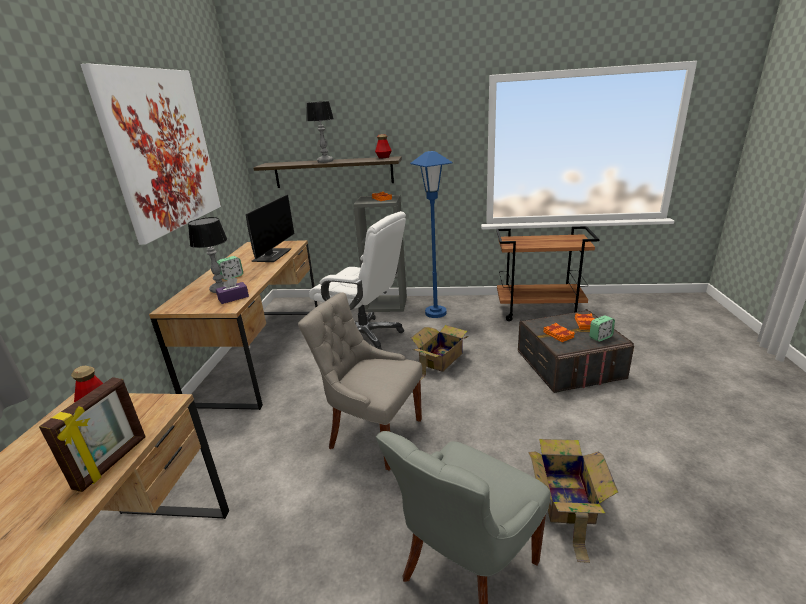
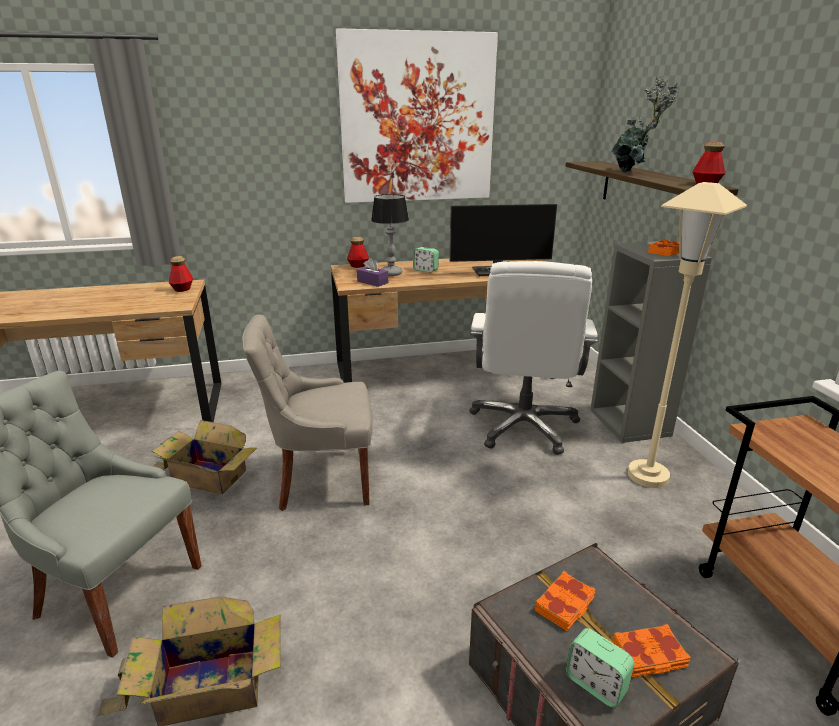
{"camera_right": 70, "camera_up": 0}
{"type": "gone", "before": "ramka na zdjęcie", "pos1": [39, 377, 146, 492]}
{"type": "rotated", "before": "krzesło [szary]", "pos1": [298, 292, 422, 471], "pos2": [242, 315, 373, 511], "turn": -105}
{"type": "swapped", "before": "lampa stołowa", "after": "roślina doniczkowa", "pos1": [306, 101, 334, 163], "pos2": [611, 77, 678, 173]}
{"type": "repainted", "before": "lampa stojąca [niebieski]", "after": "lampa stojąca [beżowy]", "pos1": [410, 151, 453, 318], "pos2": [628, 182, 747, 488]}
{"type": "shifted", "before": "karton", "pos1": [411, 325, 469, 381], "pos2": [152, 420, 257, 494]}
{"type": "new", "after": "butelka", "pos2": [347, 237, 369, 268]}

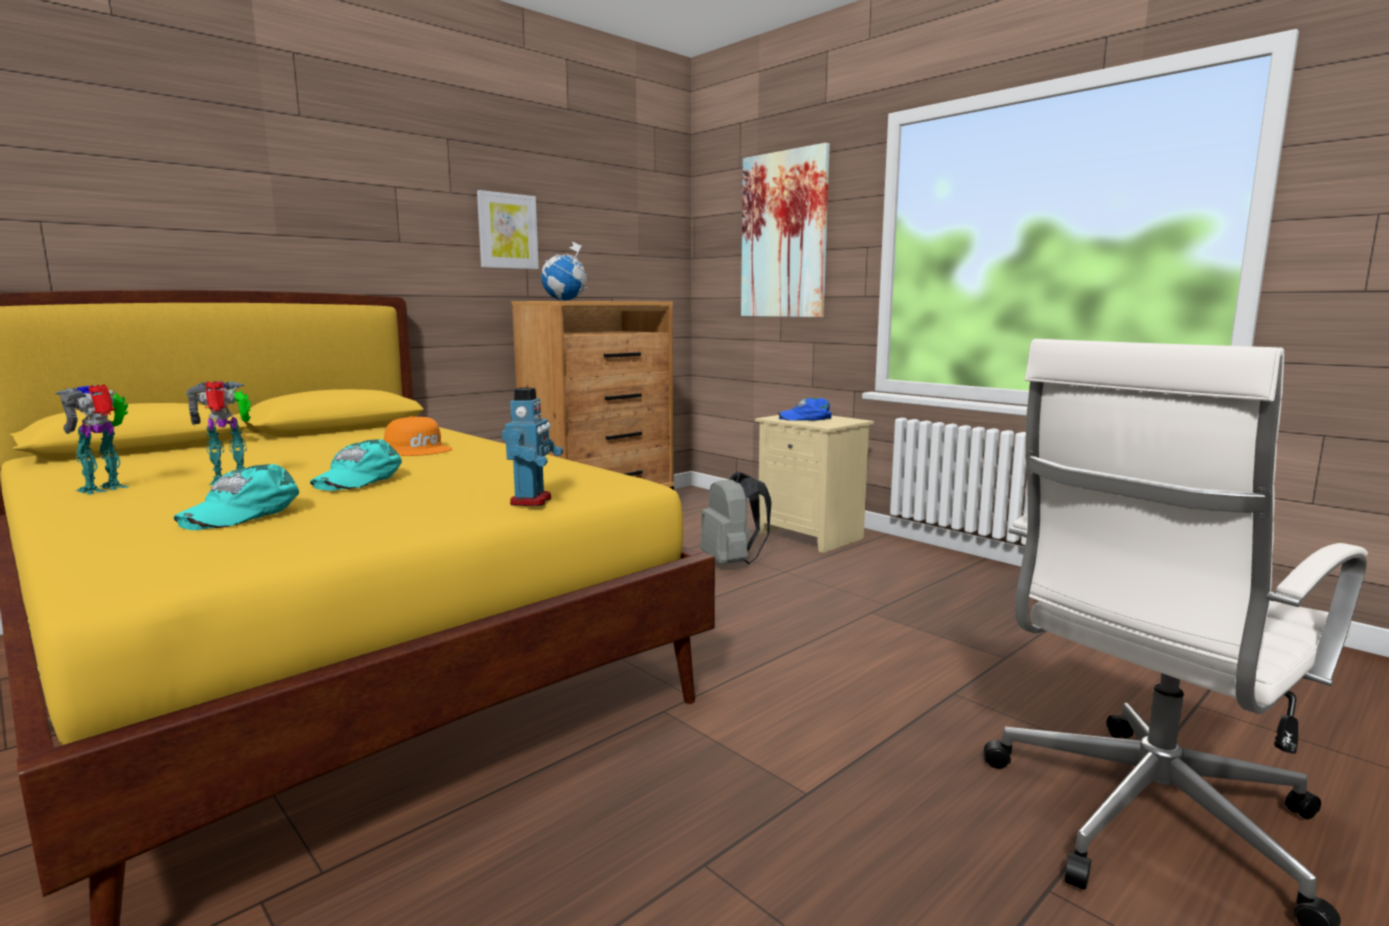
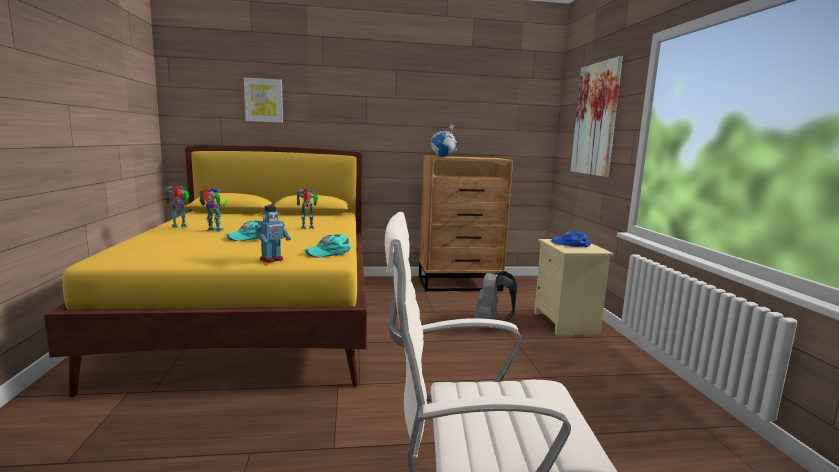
{"camera_right": 35, "camera_up": 0}
{"type": "shifted", "before": "czapka z daszkiem [turkusowy]", "pos1": [174, 464, 299, 530], "pos2": [304, 234, 352, 257]}
{"type": "swapped", "before": "czapka z daszkiem [pomarańczowy]", "after": "robot zabawkowy", "pos1": [384, 416, 452, 456], "pos2": [296, 189, 318, 229]}
{"type": "shifted", "before": "obraz", "pos1": [477, 190, 539, 269], "pos2": [244, 78, 283, 123]}

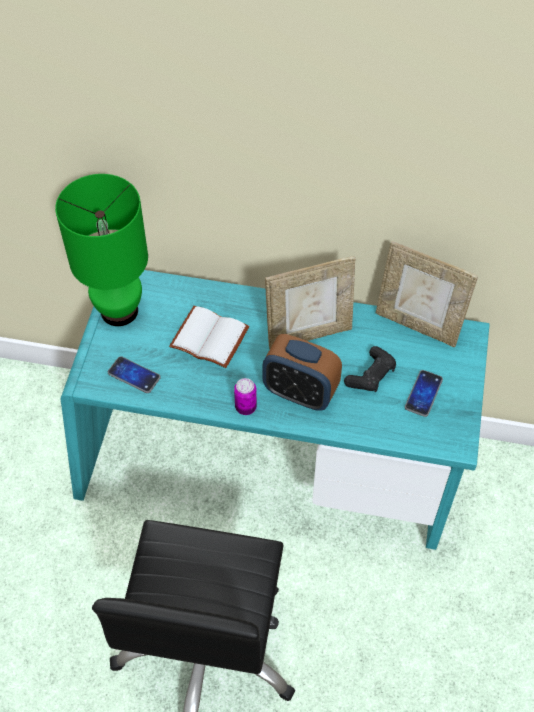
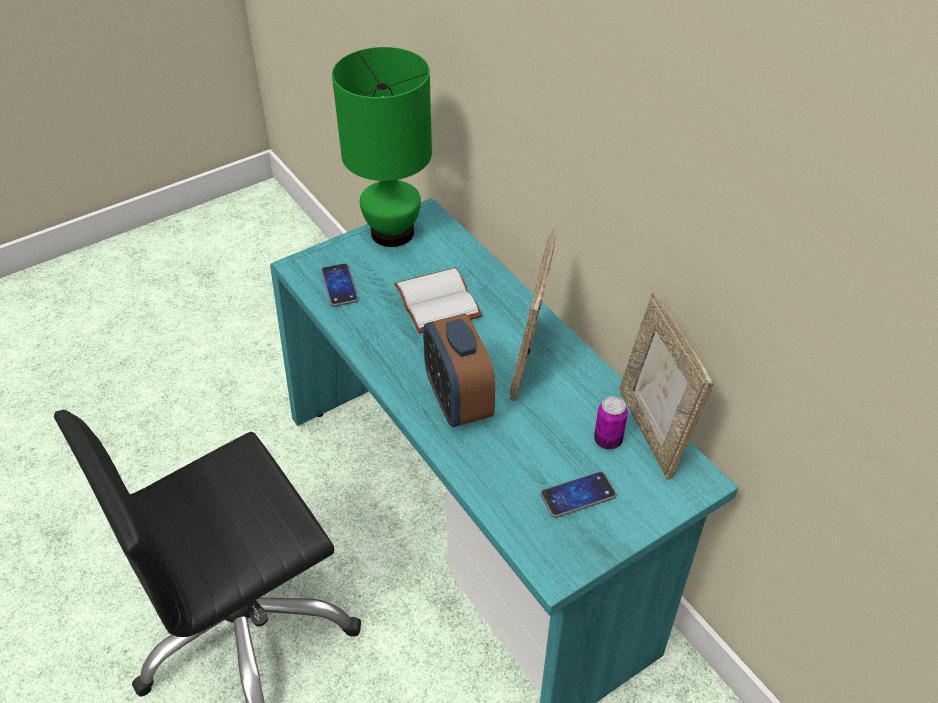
{"camera_right": 45, "camera_up": -10}
{"type": "shifted", "before": "puszka", "pos1": [234, 378, 257, 415], "pos2": [594, 396, 628, 450]}
{"type": "rotated", "before": "ramka na zdjęcie", "pos1": [265, 257, 355, 349], "pos2": [510, 229, 558, 401], "turn": 75}
{"type": "gone", "before": "pad do gier [czarny]", "pos1": [344, 346, 396, 392]}

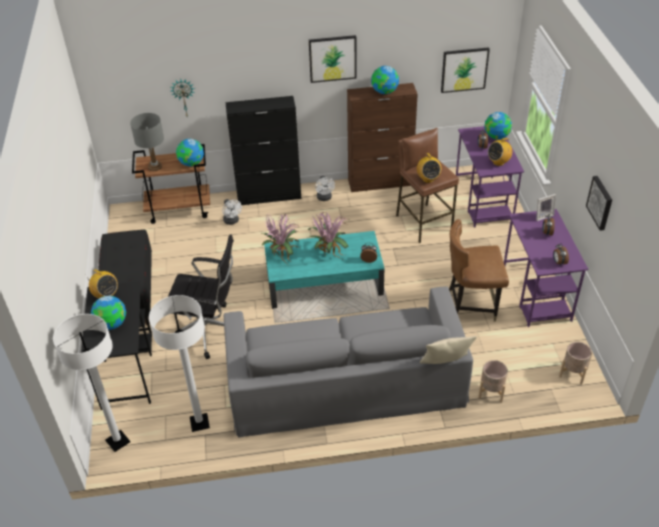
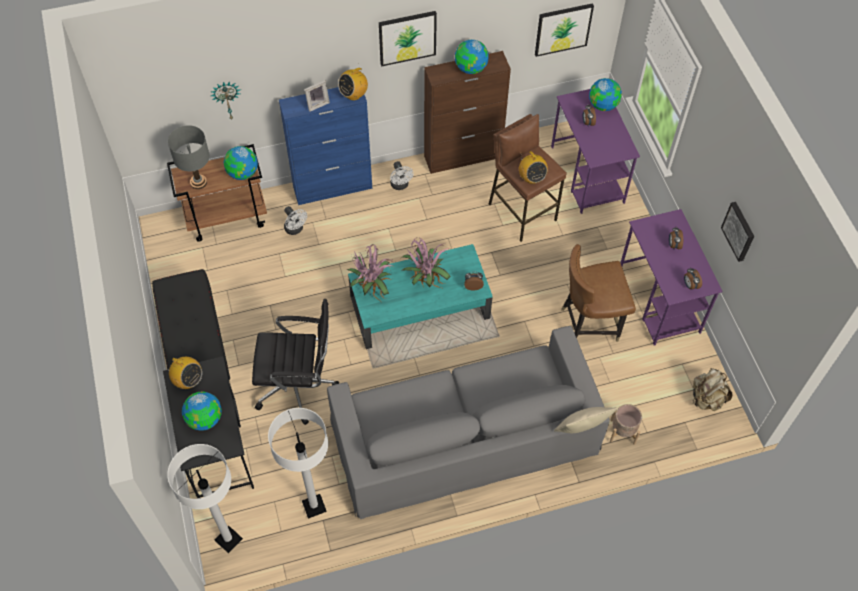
{"camera_right": -10, "camera_up": 15}
{"type": "repainted", "before": "szafka [czarny]", "after": "szafka [niebieski]", "pos1": [226, 96, 301, 205], "pos2": [279, 87, 372, 205]}
{"type": "shifted", "before": "radio", "pos1": [488, 138, 512, 166], "pos2": [338, 66, 368, 101]}
{"type": "shifted", "before": "ramka na zdjęcie", "pos1": [536, 194, 556, 221], "pos2": [304, 80, 330, 112]}
{"type": "swapped", "before": "donica [beżowy]", "after": "plecak [beżowy]", "pos1": [559, 342, 592, 385], "pos2": [692, 368, 733, 411]}

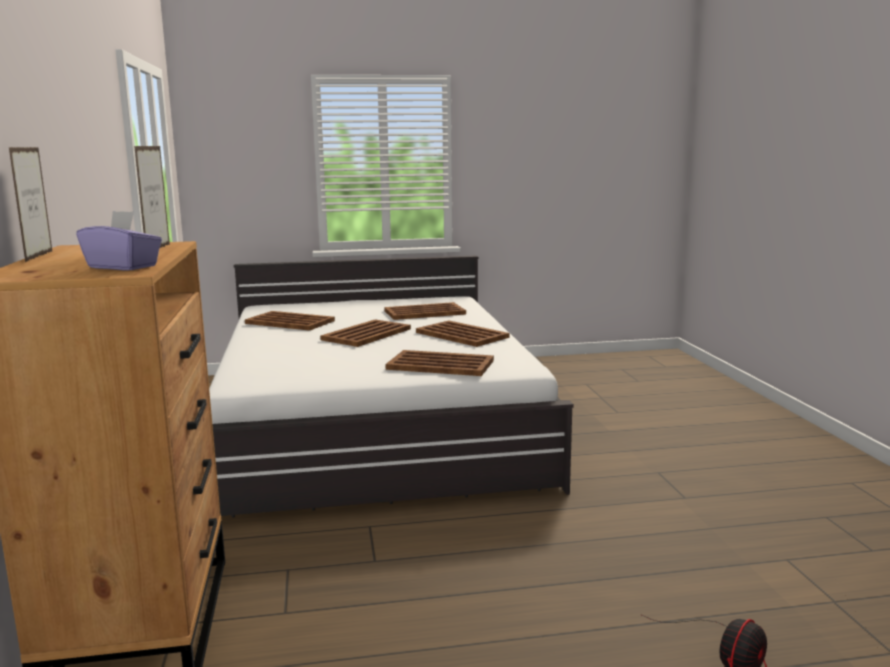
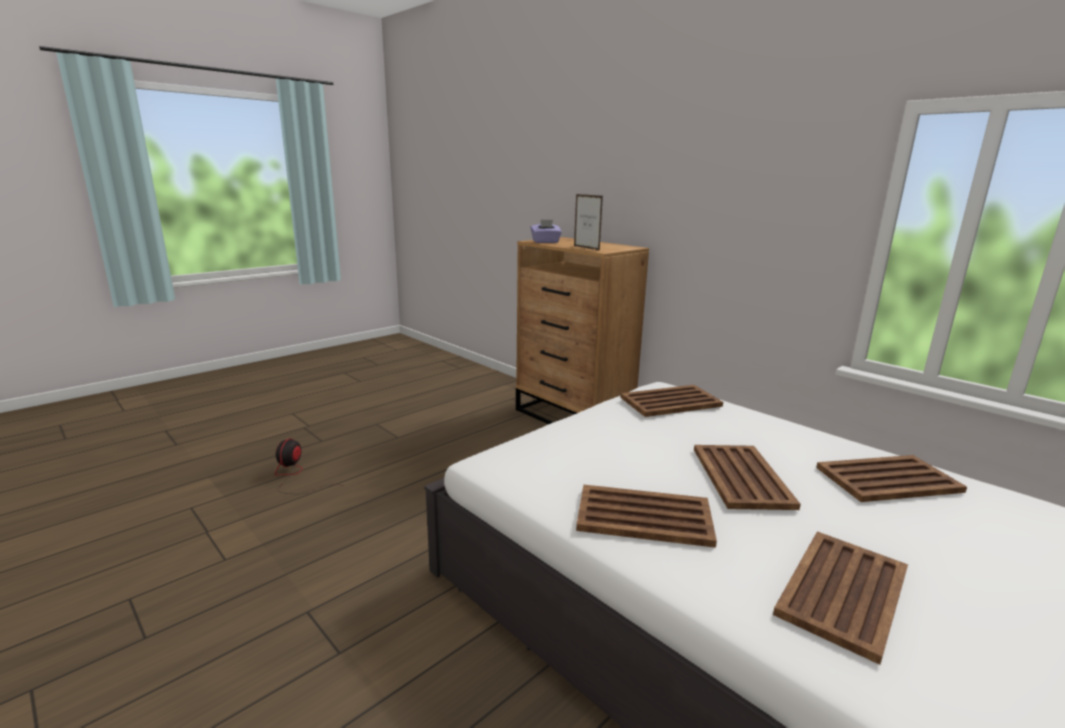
{"camera_right": 145, "camera_up": 5}
{"type": "gone", "before": "ramka na zdjęcie", "pos1": [9, 147, 52, 262]}
{"type": "shifted", "before": "taca [brązowy]", "pos1": [385, 350, 494, 376], "pos2": [620, 385, 723, 417]}

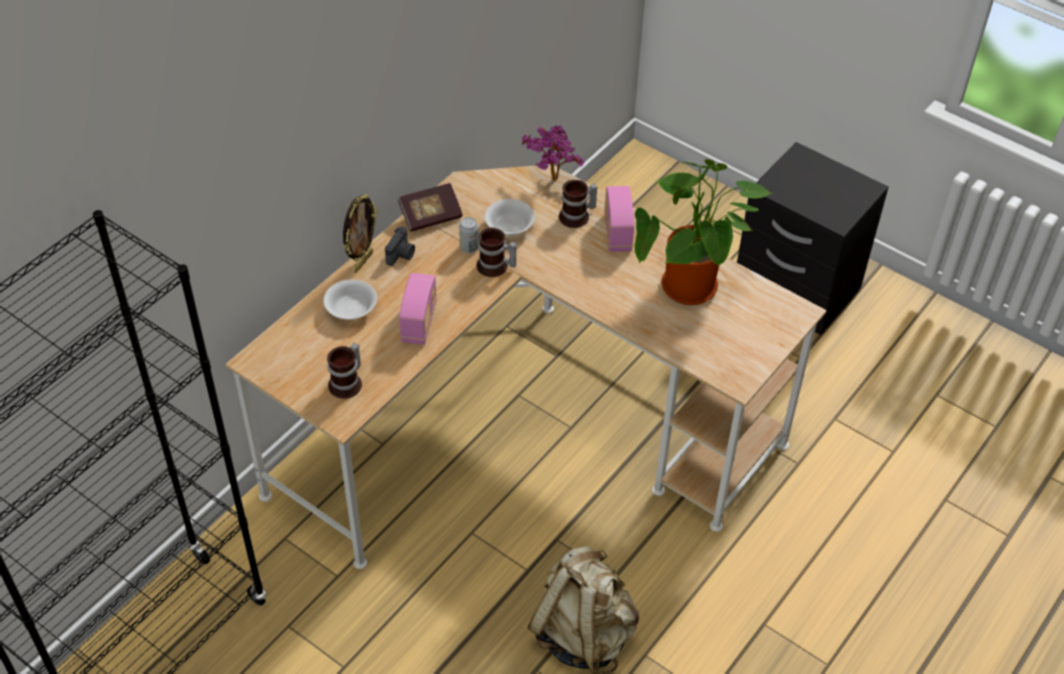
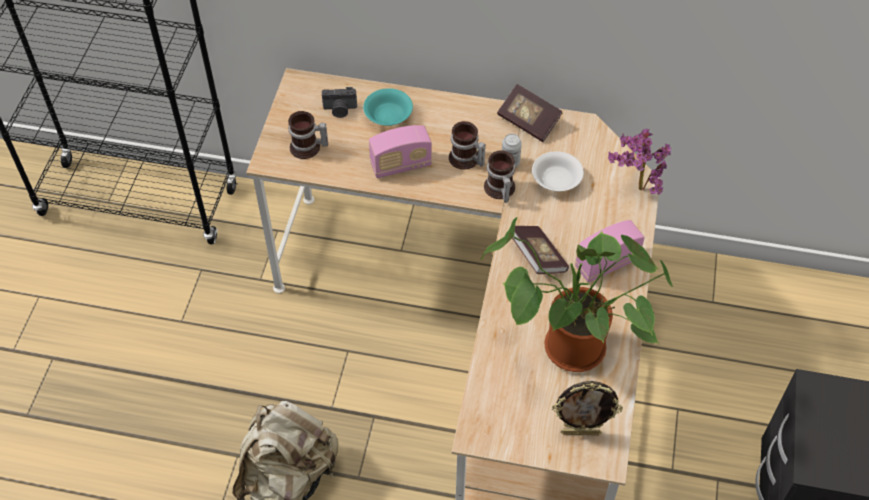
{"camera_right": 65, "camera_up": 5}
{"type": "repainted", "before": "miska [biały]", "after": "miska [turkusowy]", "pos1": [323, 280, 377, 320], "pos2": [363, 88, 413, 126]}
{"type": "shifted", "before": "ramka na zdjęcie", "pos1": [343, 194, 378, 273], "pos2": [552, 381, 623, 435]}
{"type": "shifted", "before": "aparat fotograficzny", "pos1": [385, 226, 415, 266], "pos2": [322, 87, 357, 118]}
{"type": "shifted", "before": "kubek", "pos1": [559, 180, 597, 228], "pos2": [449, 121, 486, 170]}
{"type": "new", "after": "książka", "pos2": [510, 226, 569, 274]}

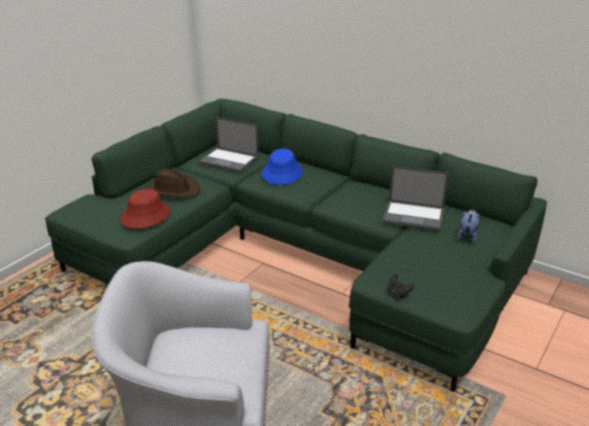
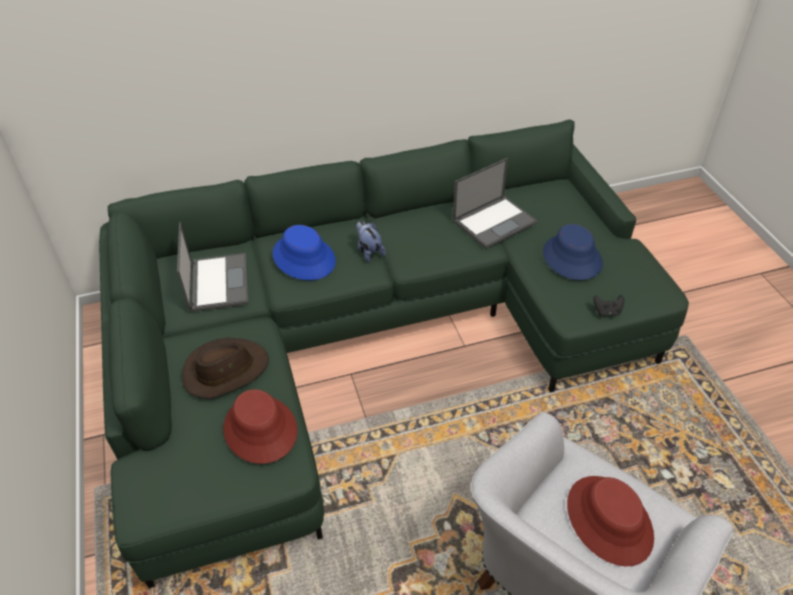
{"camera_right": -50, "camera_up": 15}
{"type": "rotated", "before": "laptop", "pos1": [198, 117, 259, 173], "pos2": [177, 222, 248, 312], "turn": -75}
{"type": "shifted", "before": "pluszak", "pos1": [457, 209, 480, 244], "pos2": [356, 221, 386, 263]}
{"type": "new", "after": "kapelusz [niebieski]", "pos2": [543, 224, 603, 280]}
{"type": "new", "after": "kapelusz [czerwony]", "pos2": [567, 476, 654, 566]}

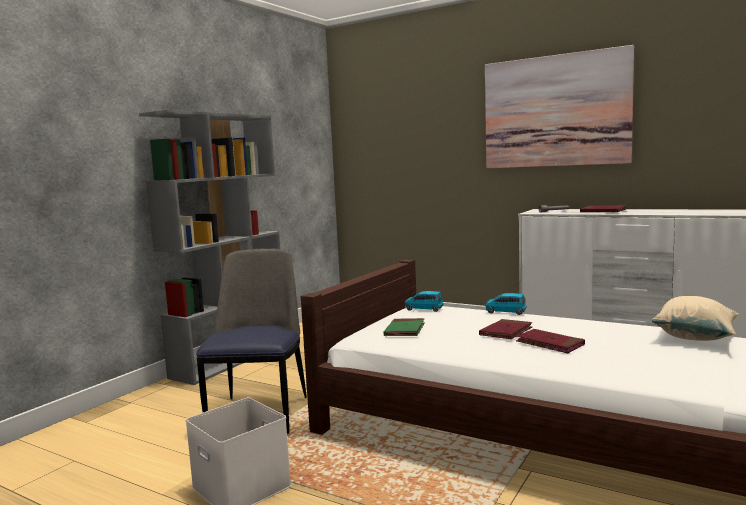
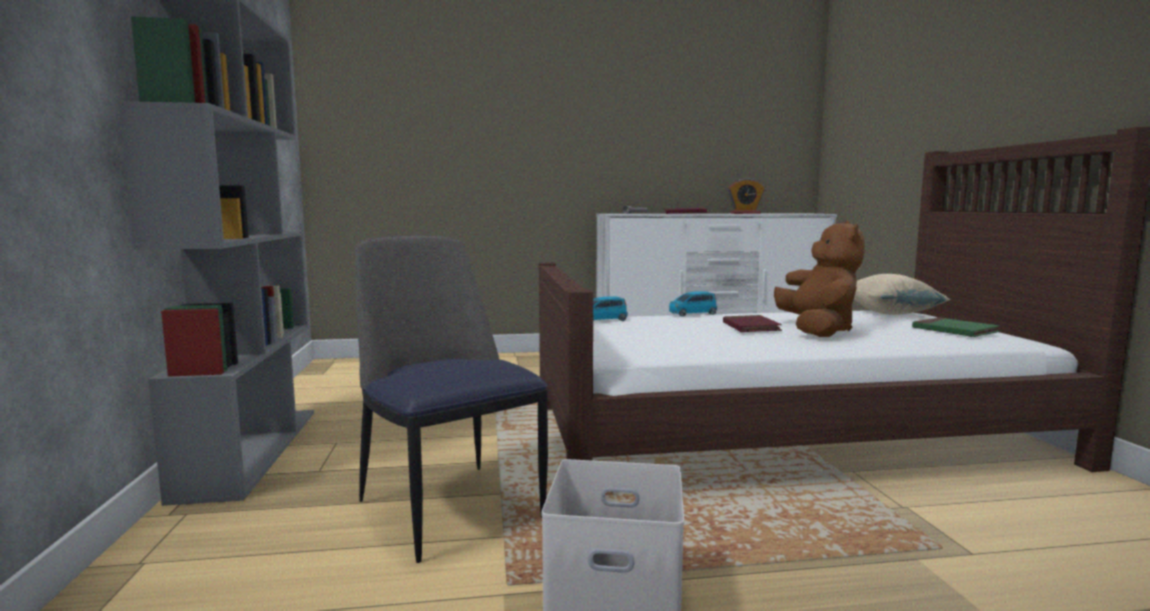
{"camera_right": -40, "camera_up": 0}
{"type": "shifted", "before": "książka [zielony]", "pos1": [383, 318, 425, 336], "pos2": [912, 317, 1000, 337]}
{"type": "gone", "before": "obraz", "pos1": [485, 45, 634, 168]}
{"type": "swapped", "before": "książka [czerwony]", "after": "pluszak [brązowy]", "pos1": [516, 329, 585, 353], "pos2": [774, 221, 865, 337]}
{"type": "new", "after": "budzik", "pos2": [728, 178, 765, 214]}

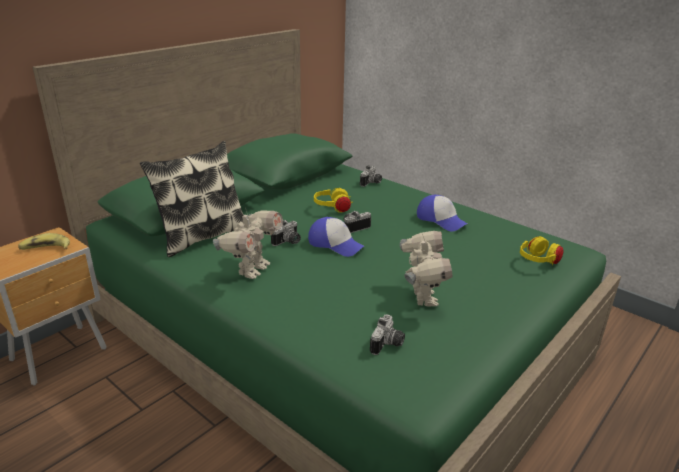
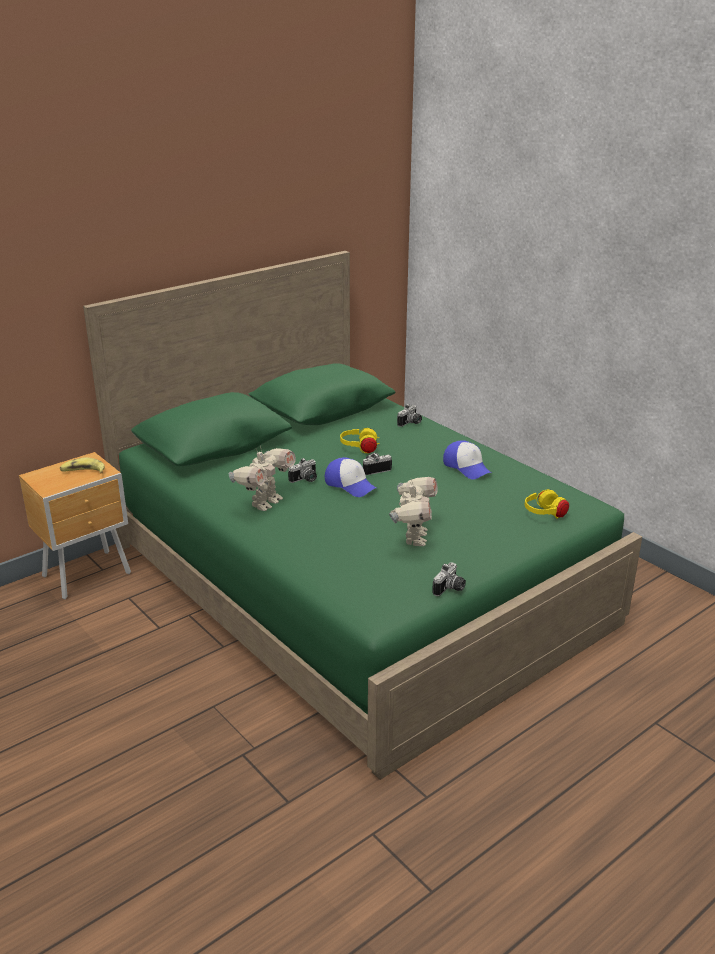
{"camera_right": 10, "camera_up": 0}
{"type": "gone", "before": "poduszka", "pos1": [140, 141, 243, 257]}
{"type": "shifted", "before": "aparat fotograficzny", "pos1": [370, 314, 405, 355], "pos2": [432, 562, 466, 596]}

